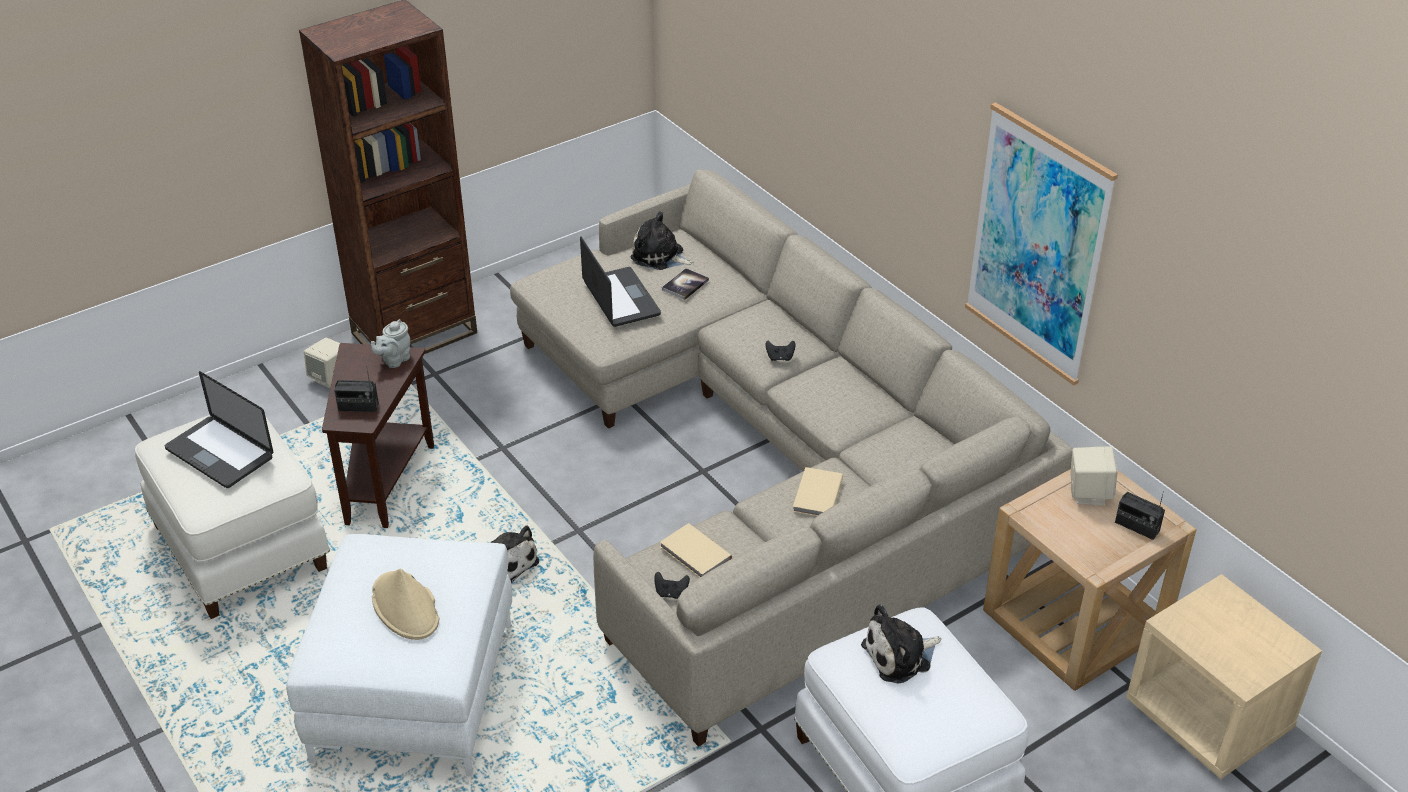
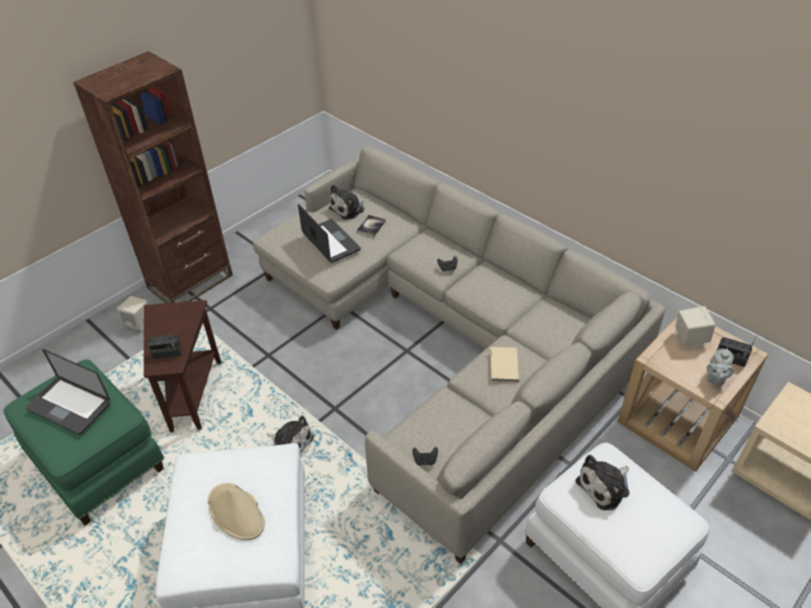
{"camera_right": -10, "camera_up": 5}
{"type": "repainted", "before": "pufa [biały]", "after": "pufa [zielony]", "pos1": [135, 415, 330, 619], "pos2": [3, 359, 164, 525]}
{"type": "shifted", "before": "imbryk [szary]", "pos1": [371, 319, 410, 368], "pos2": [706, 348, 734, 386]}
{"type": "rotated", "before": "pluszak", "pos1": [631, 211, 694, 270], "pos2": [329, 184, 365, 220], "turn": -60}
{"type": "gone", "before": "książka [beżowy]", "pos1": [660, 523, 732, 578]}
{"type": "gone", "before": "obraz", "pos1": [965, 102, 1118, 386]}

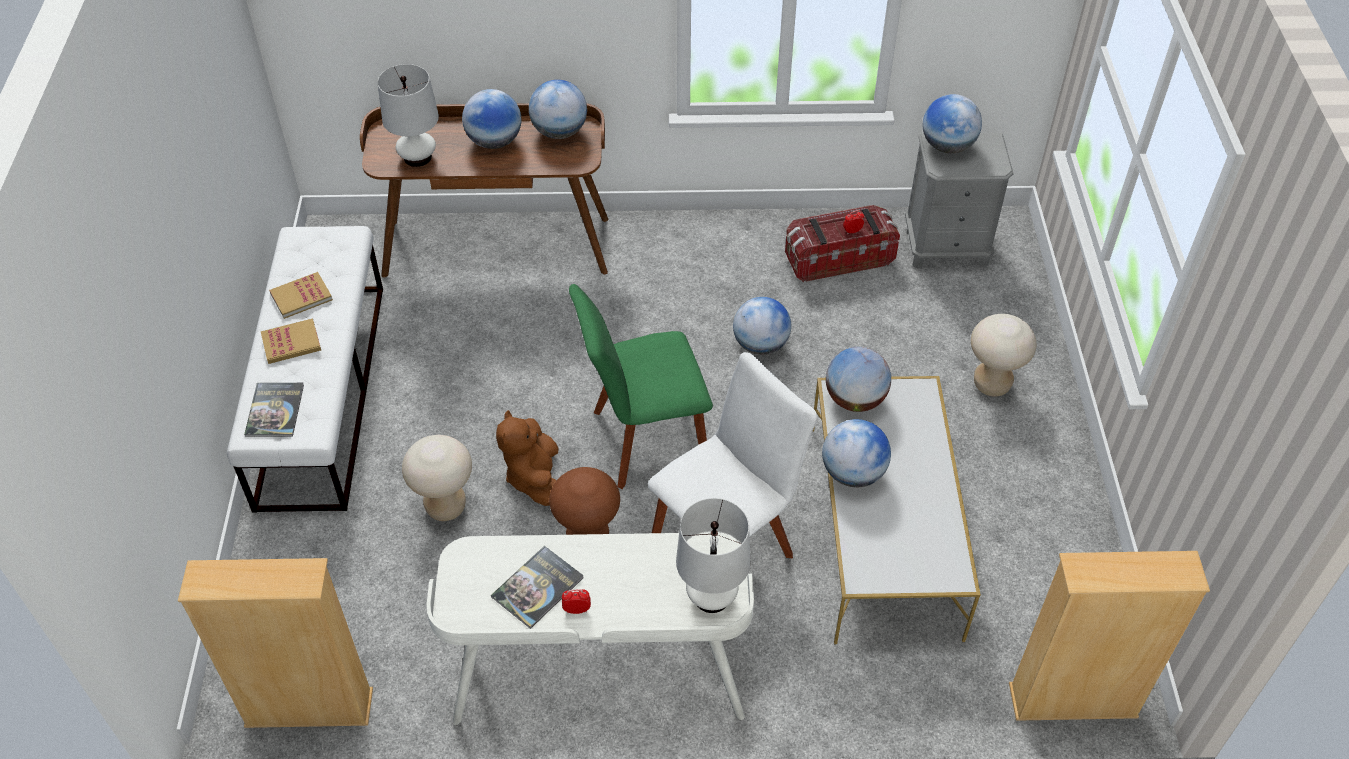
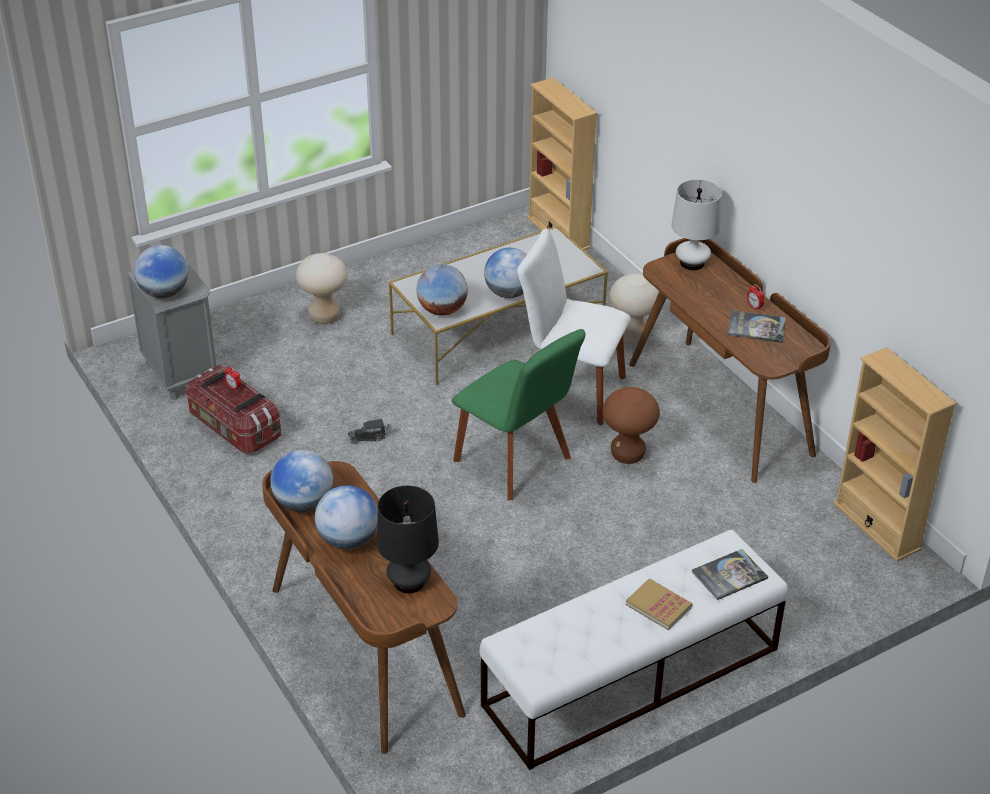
{"camera_right": -120, "camera_up": -10}
{"type": "gone", "before": "książka", "pos1": [269, 272, 333, 319]}
{"type": "repainted", "before": "lampa stołowa [biały]", "after": "lampa stołowa [czarny]", "pos1": [377, 64, 439, 167], "pos2": [377, 486, 439, 594]}
{"type": "shifted", "before": "stołek [beżowy]", "pos1": [402, 435, 472, 521], "pos2": [610, 274, 659, 345]}
{"type": "repainted", "before": "biurko [biały]", "after": "biurko [brązowy]", "pos1": [427, 532, 754, 725], "pos2": [629, 238, 831, 483]}
{"type": "gone", "before": "pluszak [brązowy]", "pos1": [496, 410, 558, 506]}
{"type": "swapped", "before": "globus", "after": "ciężarówka zabawkowa", "pos1": [733, 297, 791, 355], "pos2": [348, 419, 389, 444]}

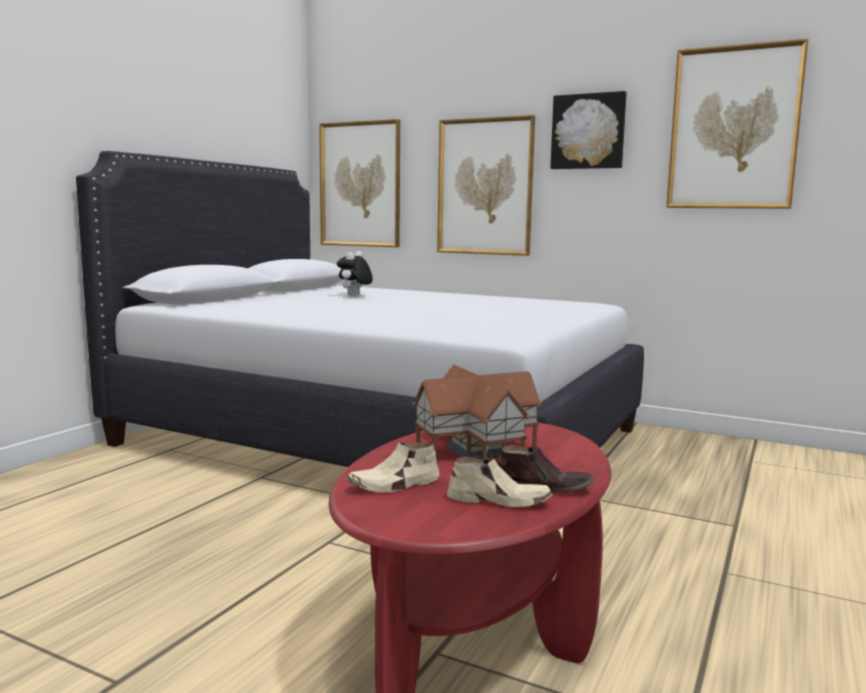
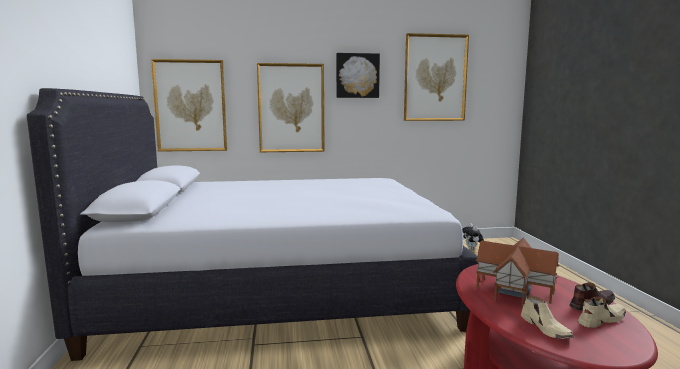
{"camera_right": -35, "camera_up": 0}
{"type": "shifted", "before": "pluszak", "pos1": [337, 251, 373, 296], "pos2": [462, 223, 484, 250]}
{"type": "rotated", "before": "but [beżowy]", "pos1": [347, 442, 440, 493], "pos2": [521, 295, 574, 339], "turn": -45}

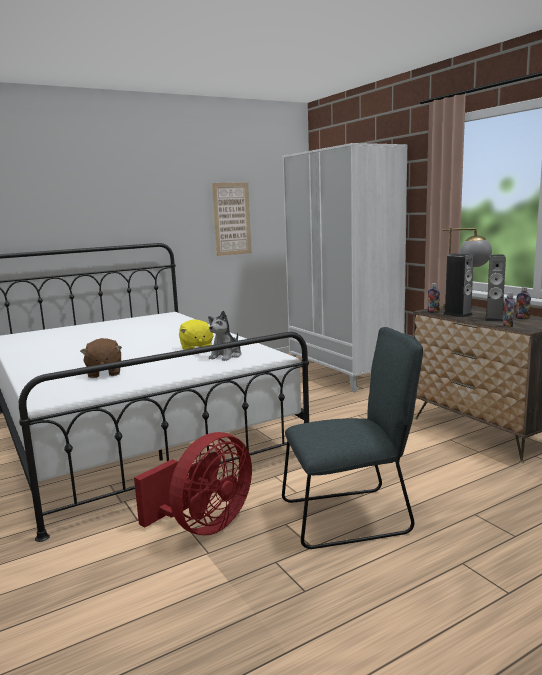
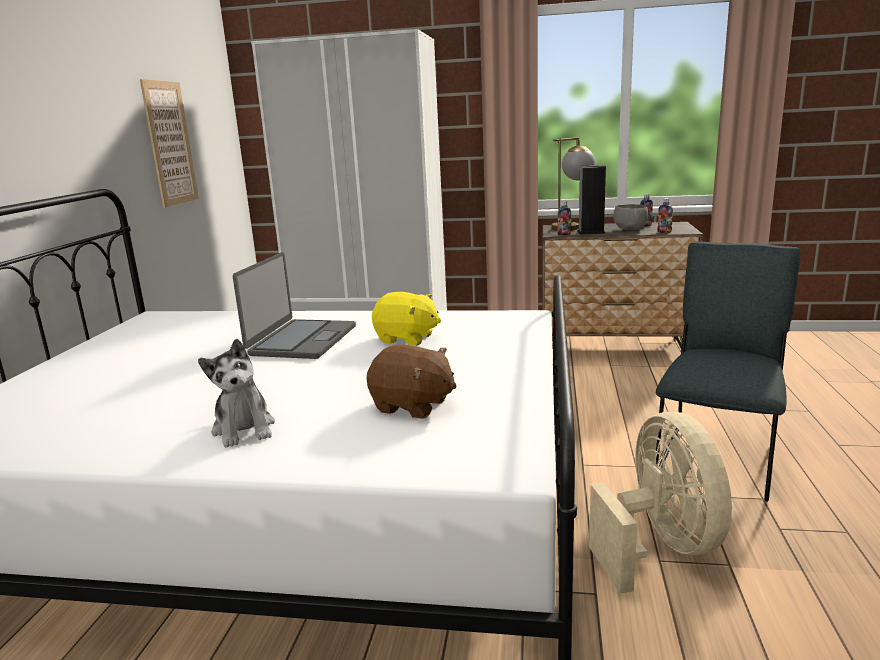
{"camera_right": -50, "camera_up": 5}
{"type": "repainted", "before": "wentylator [czerwony]", "after": "wentylator [beżowy]", "pos1": [134, 432, 252, 535], "pos2": [589, 412, 732, 594]}
{"type": "shifted", "before": "pluszak", "pos1": [208, 311, 242, 361], "pos2": [198, 339, 275, 448]}
{"type": "swapped", "before": "głośnik", "after": "miska [szary]", "pos1": [485, 255, 506, 322], "pos2": [613, 204, 648, 230]}
{"type": "new", "after": "laptop", "pos2": [233, 252, 356, 359]}

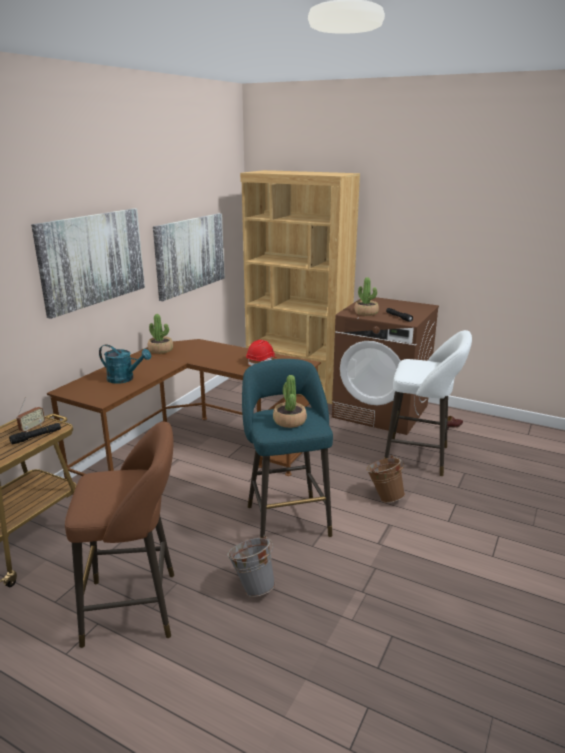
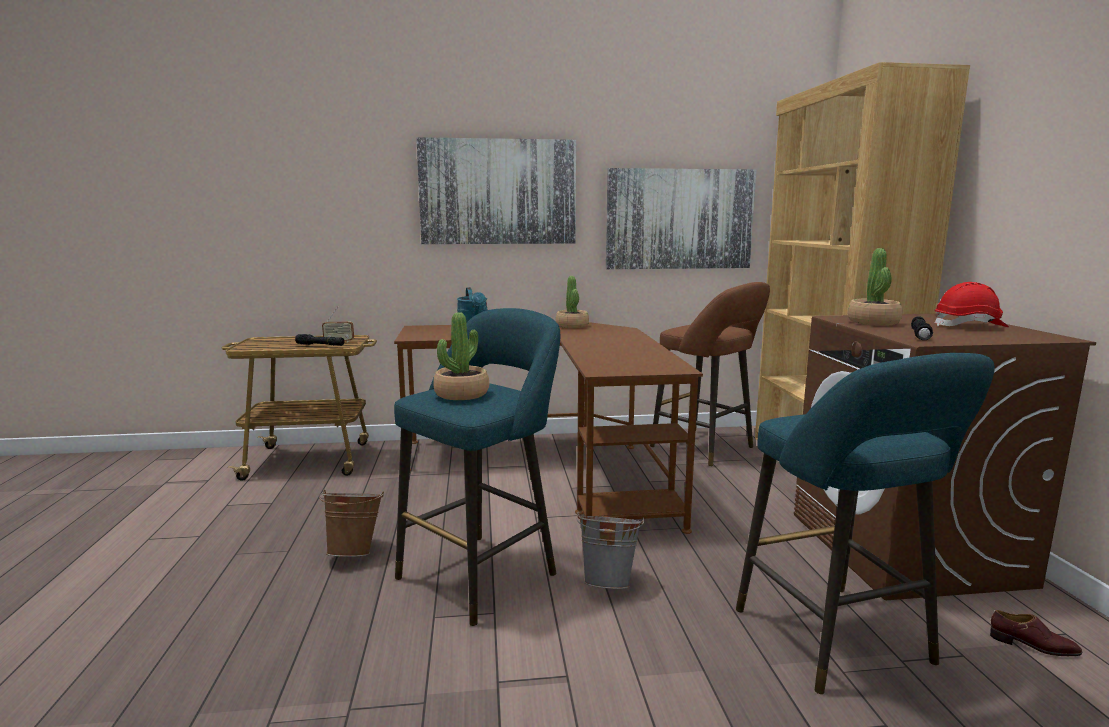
{"camera_right": 55, "camera_up": -10}
{"type": "shifted", "before": "stołek [brązowy]", "pos1": [65, 422, 174, 648], "pos2": [650, 282, 770, 466]}
{"type": "shifted", "before": "wiadro [szary]", "pos1": [227, 535, 276, 597], "pos2": [576, 512, 644, 589]}
{"type": "shifted", "before": "kask [czerwony]", "pos1": [246, 340, 276, 366], "pos2": [935, 282, 1009, 327]}
{"type": "shifted", "before": "wiadro [brązowy]", "pos1": [366, 455, 405, 503], "pos2": [319, 490, 384, 557]}
{"type": "repainted", "before": "stołek [biały]", "after": "stołek [turkusowy]", "pos1": [384, 330, 472, 476], "pos2": [736, 353, 995, 694]}

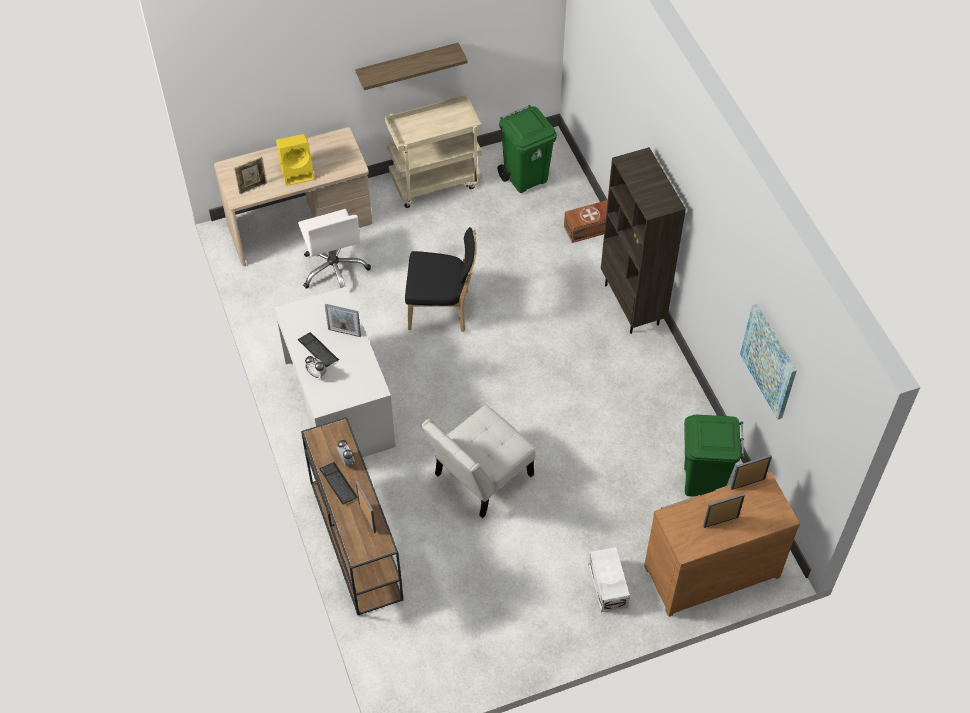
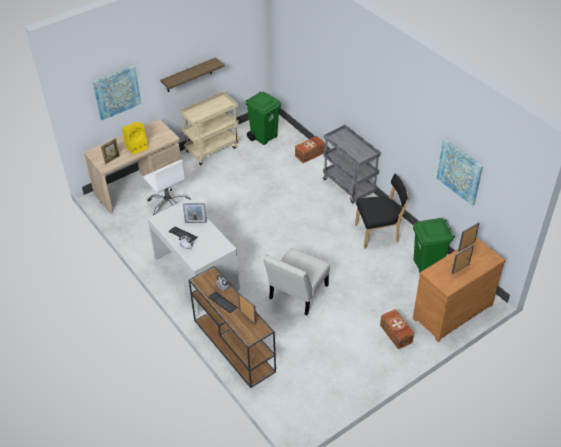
{"camera_right": -15, "camera_up": -10}
{"type": "shifted", "before": "krzesło [czarny]", "pos1": [405, 227, 477, 332], "pos2": [355, 174, 409, 249]}
{"type": "repainted", "before": "pojemnik do przechowywania [biały]", "after": "pojemnik do przechowywania [brązowy]", "pos1": [589, 547, 630, 612], "pos2": [380, 309, 414, 349]}
{"type": "swapped", "before": "regał [brązowy]", "after": "wózek [szary]", "pos1": [601, 147, 686, 334], "pos2": [323, 125, 381, 203]}
{"type": "new", "after": "obraz", "pos2": [93, 65, 142, 120]}

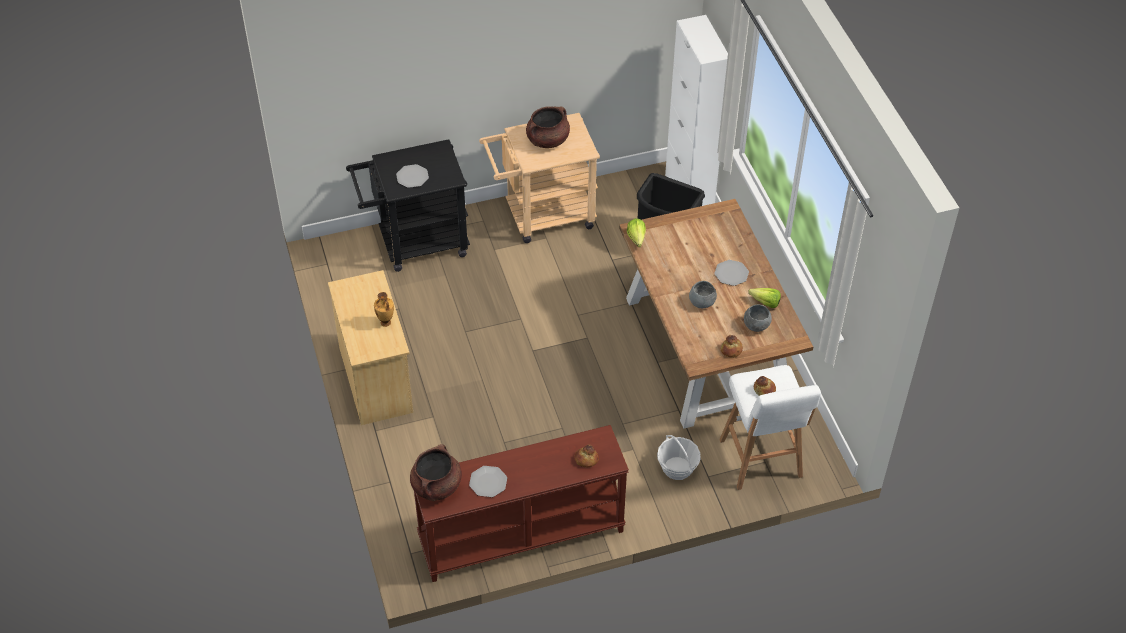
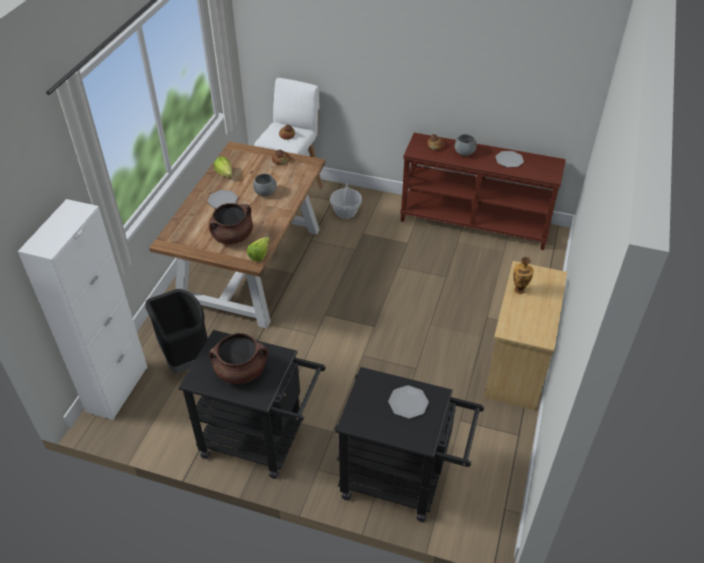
{"camera_right": -145, "camera_up": -5}
{"type": "shifted", "before": "garnek [brązowy]", "pos1": [410, 444, 462, 501], "pos2": [209, 203, 253, 245]}
{"type": "repainted", "before": "wózek [beżowy]", "after": "wózek [czarny]", "pos1": [479, 113, 600, 243], "pos2": [179, 330, 326, 479]}
{"type": "shifted", "before": "miska [szary]", "pos1": [744, 305, 772, 332], "pos2": [455, 134, 477, 156]}

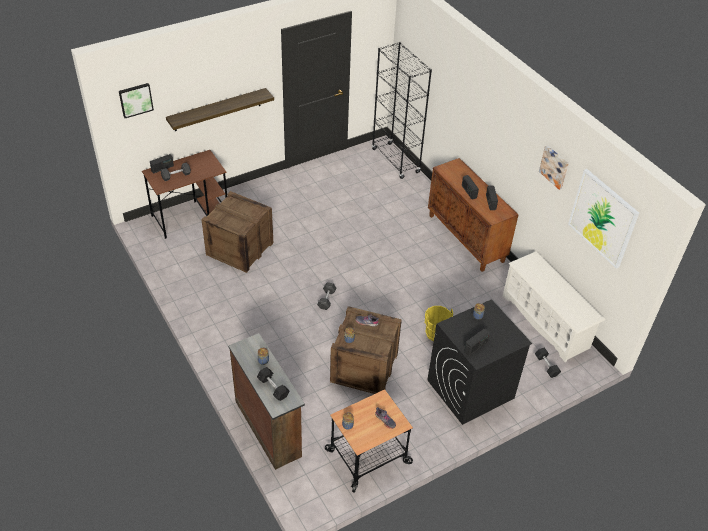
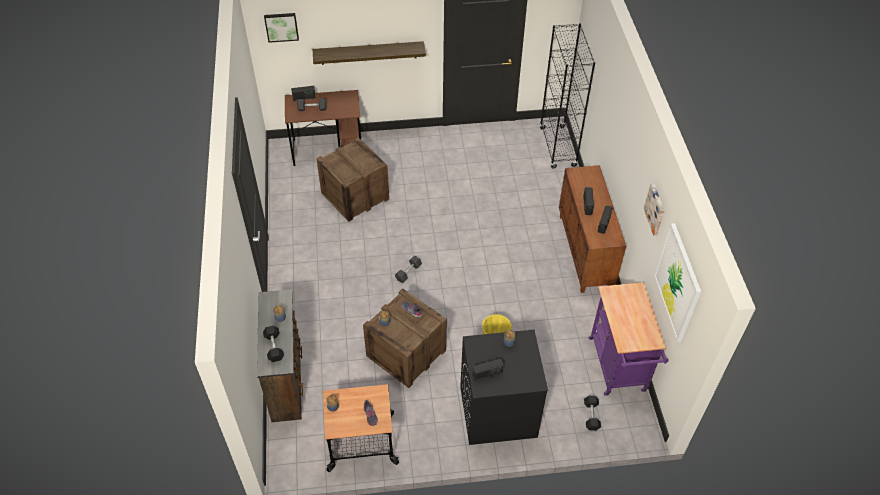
{"camera_right": 25, "camera_up": 5}
{"type": "swapped", "before": "regał na buty [biały]", "after": "wózek [fioletowy]", "pos1": [503, 252, 605, 362], "pos2": [589, 282, 668, 396]}

